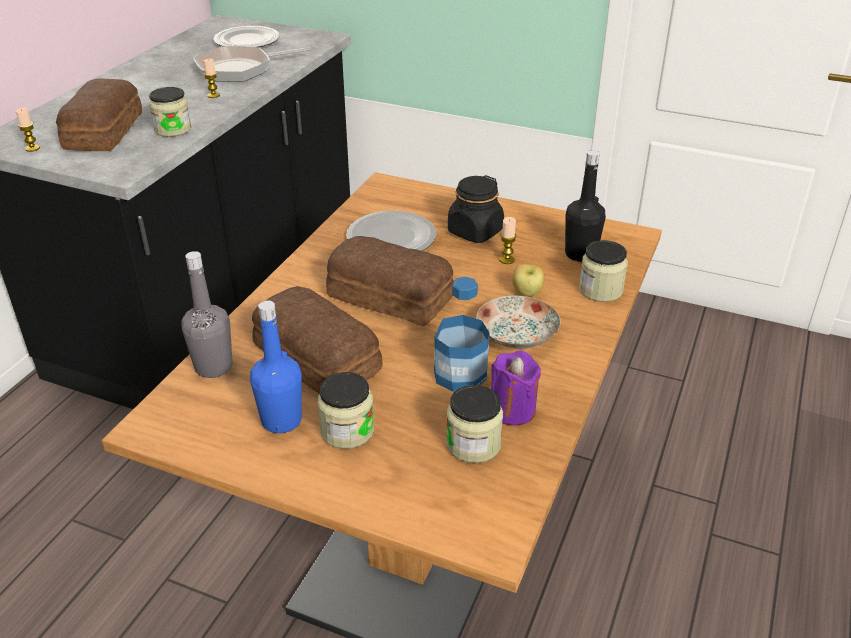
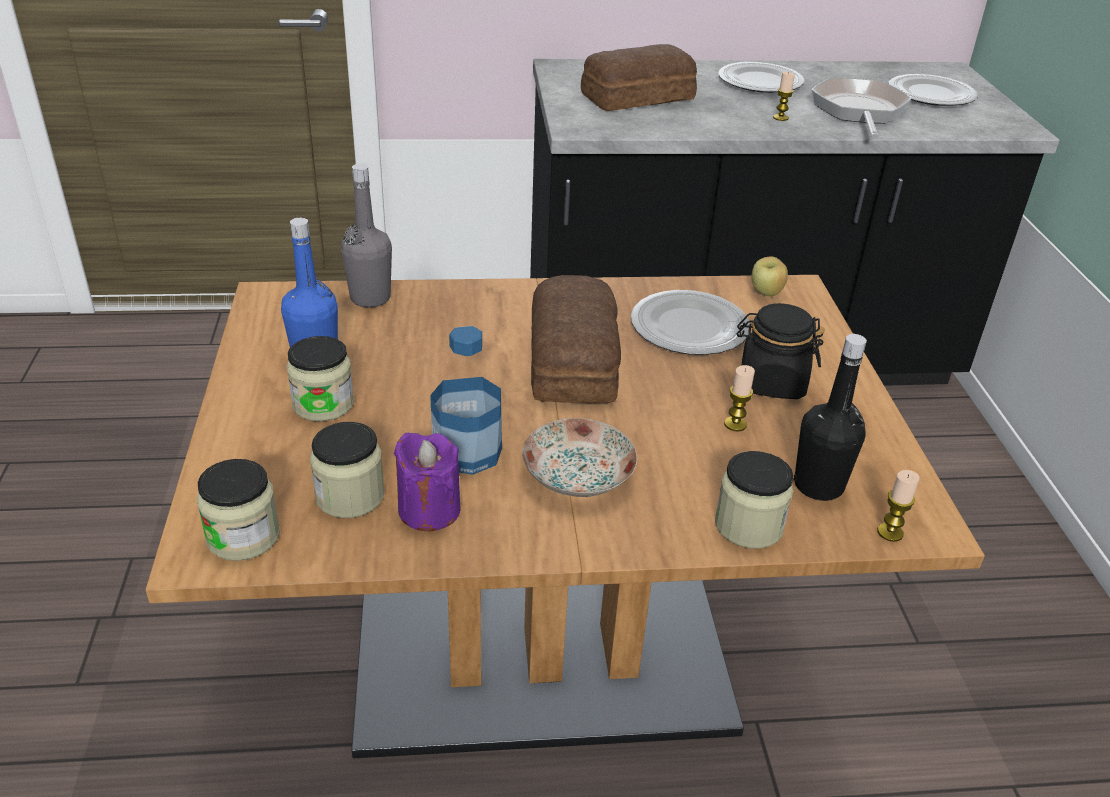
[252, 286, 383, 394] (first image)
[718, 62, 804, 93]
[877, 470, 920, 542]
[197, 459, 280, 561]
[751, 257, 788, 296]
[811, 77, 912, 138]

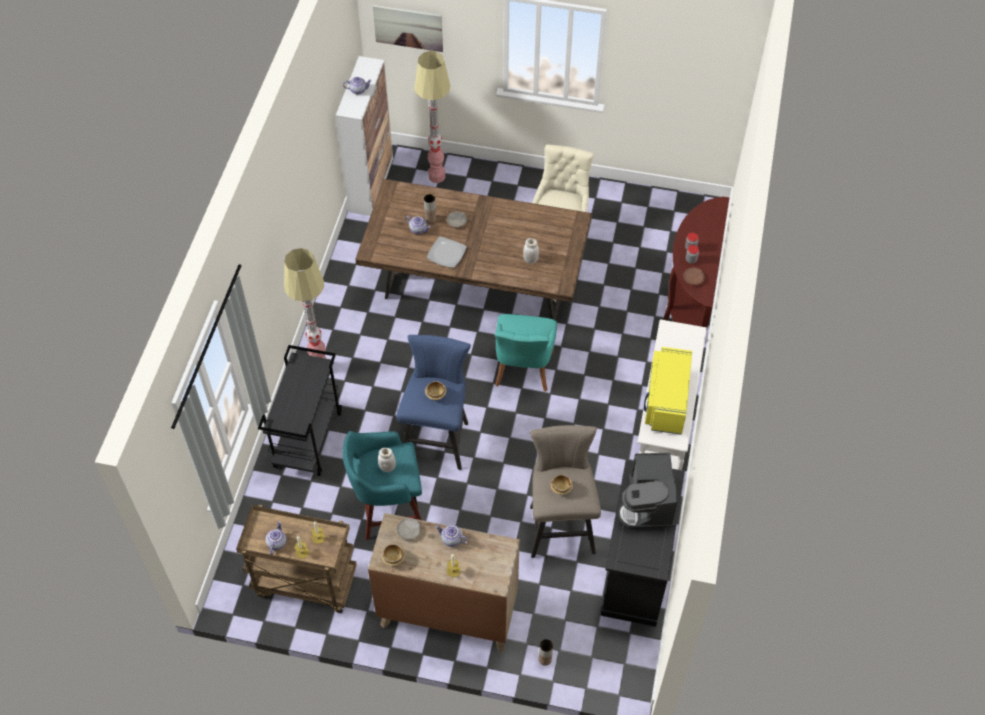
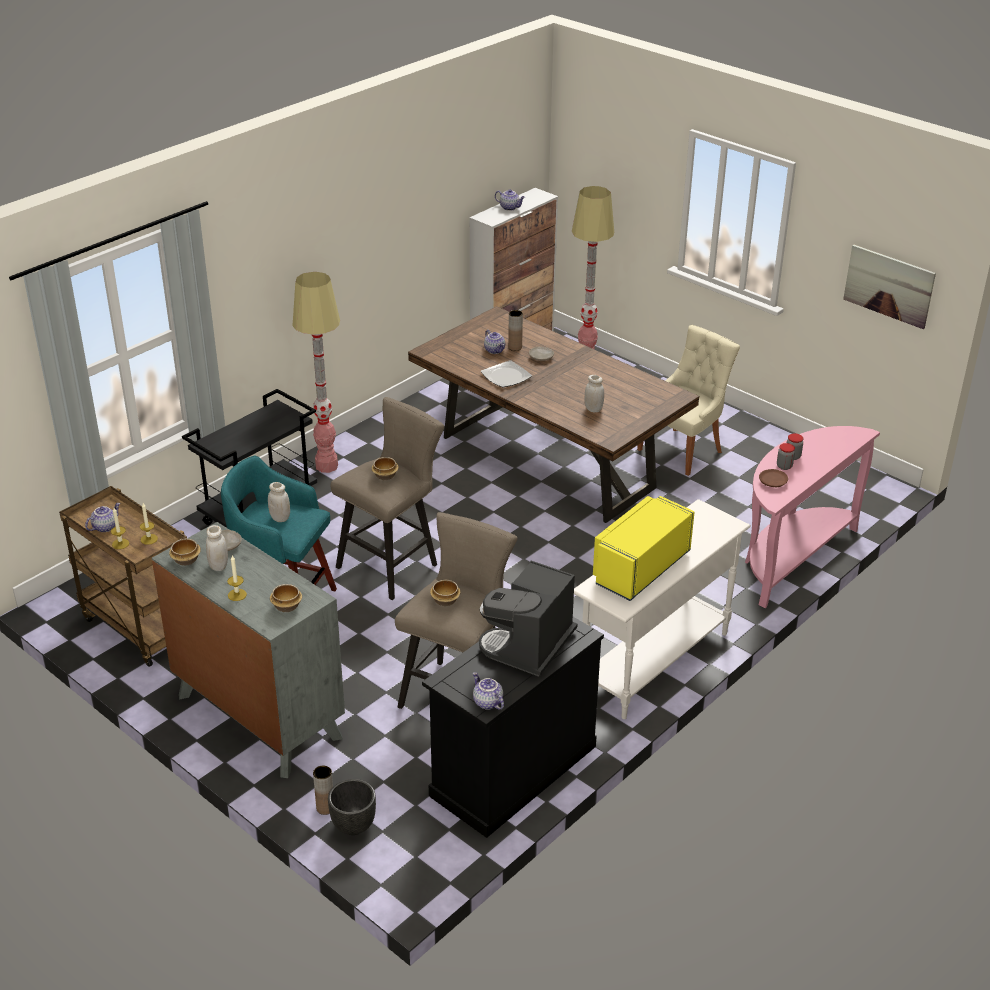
[495, 314, 557, 392] (first image)
[206, 525, 228, 571]
[270, 584, 302, 612]
[328, 779, 376, 835]
[843, 245, 936, 329]
[473, 672, 504, 710]
[152, 522, 345, 778]
[331, 397, 444, 600]
[745, 426, 880, 608]

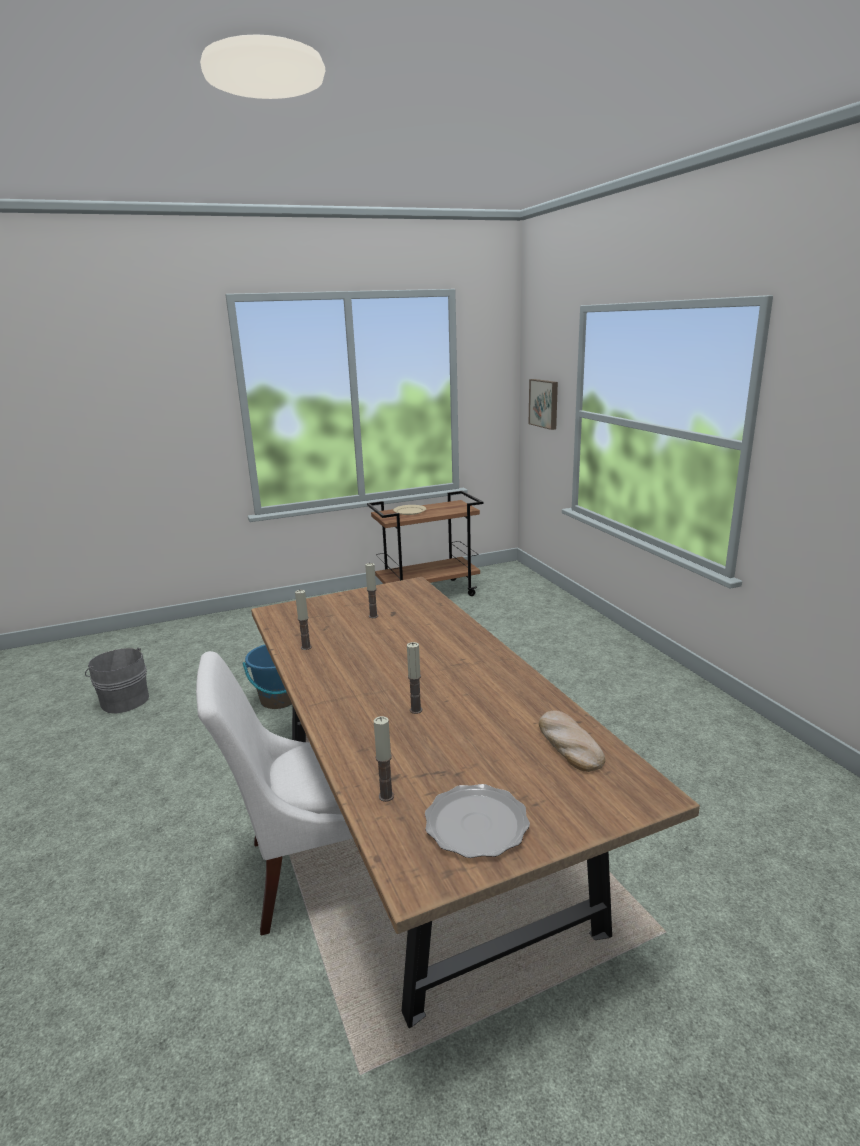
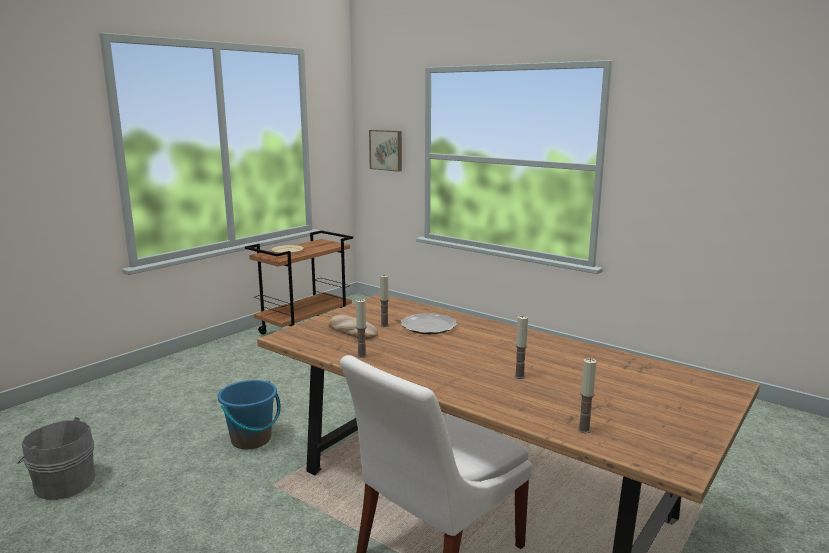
[401, 313, 457, 334]
[328, 314, 378, 339]

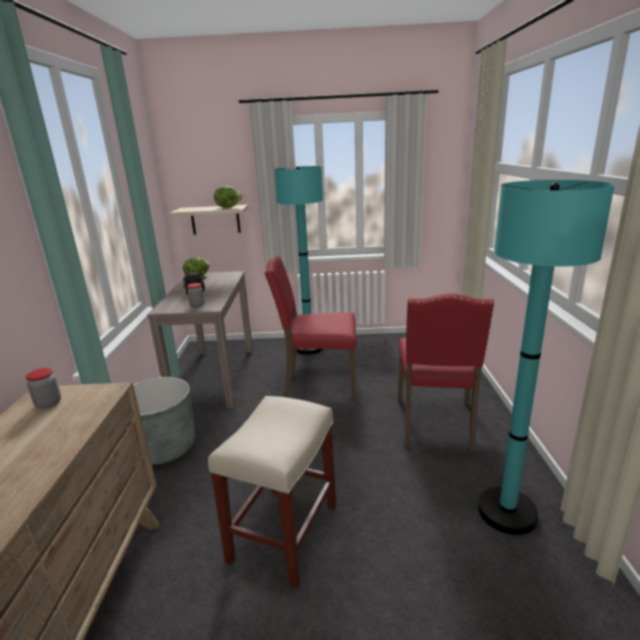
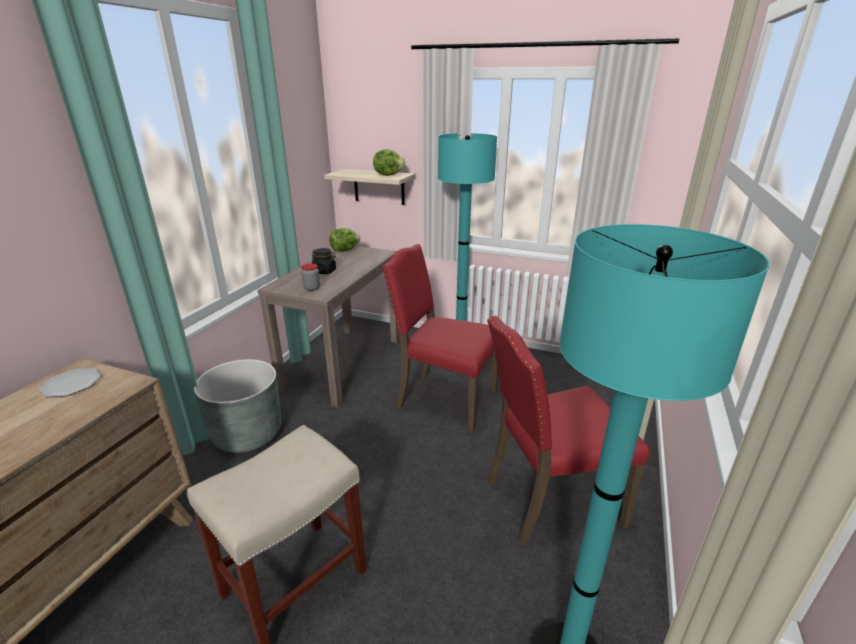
[39, 368, 101, 397]
[487, 316, 650, 546]

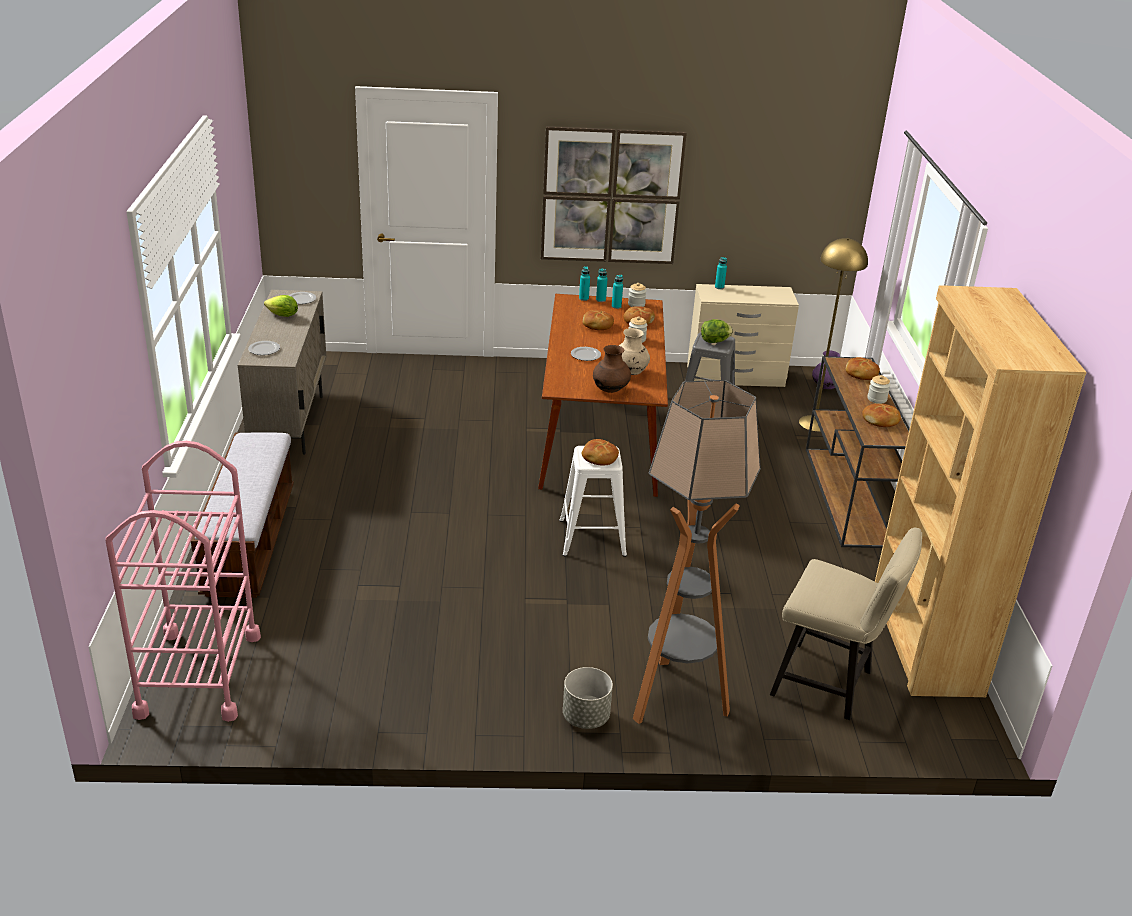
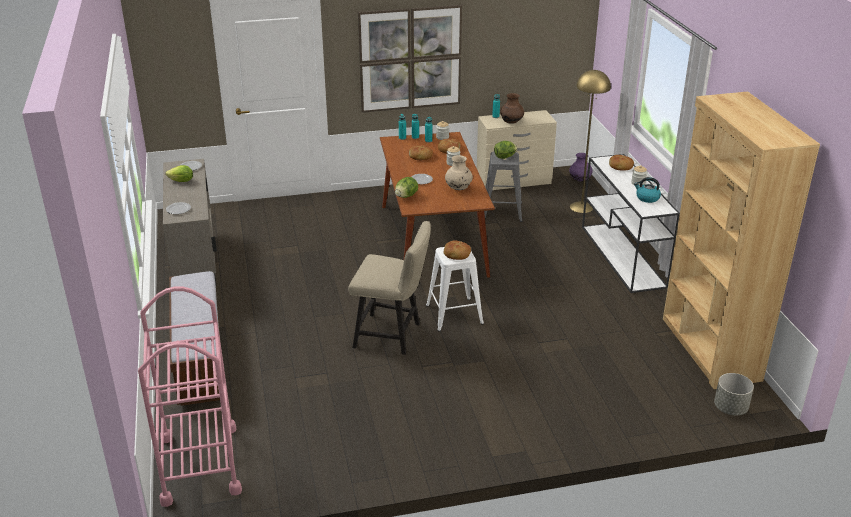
[633, 380, 761, 724] (first image)
[395, 177, 418, 198]
[714, 373, 754, 415]
[500, 93, 524, 124]
[348, 221, 431, 355]
[634, 177, 661, 203]
[582, 154, 680, 293]

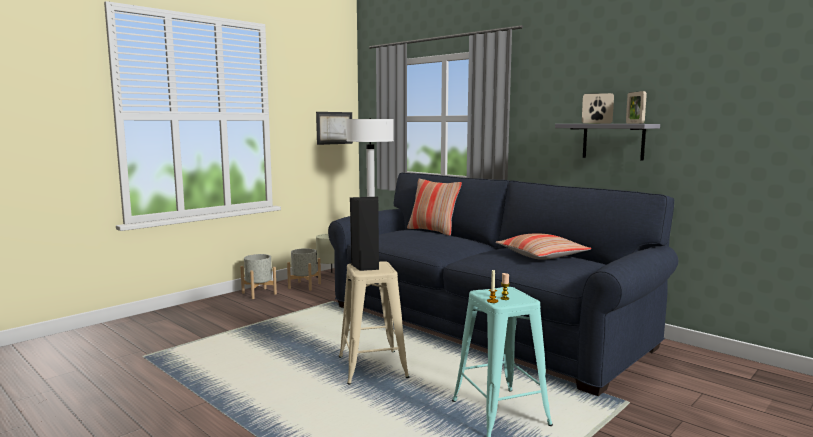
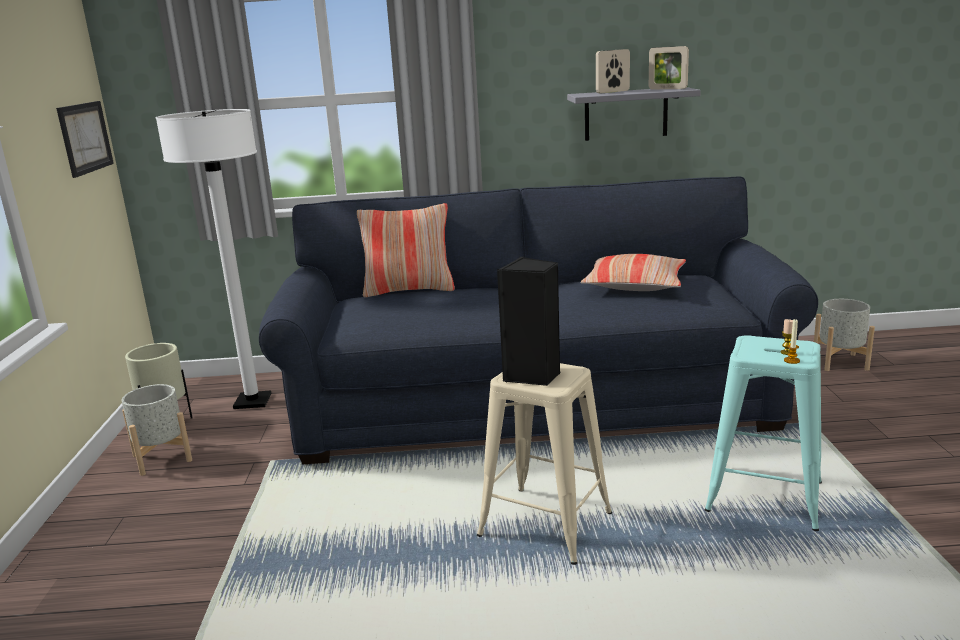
[814, 299, 875, 371]

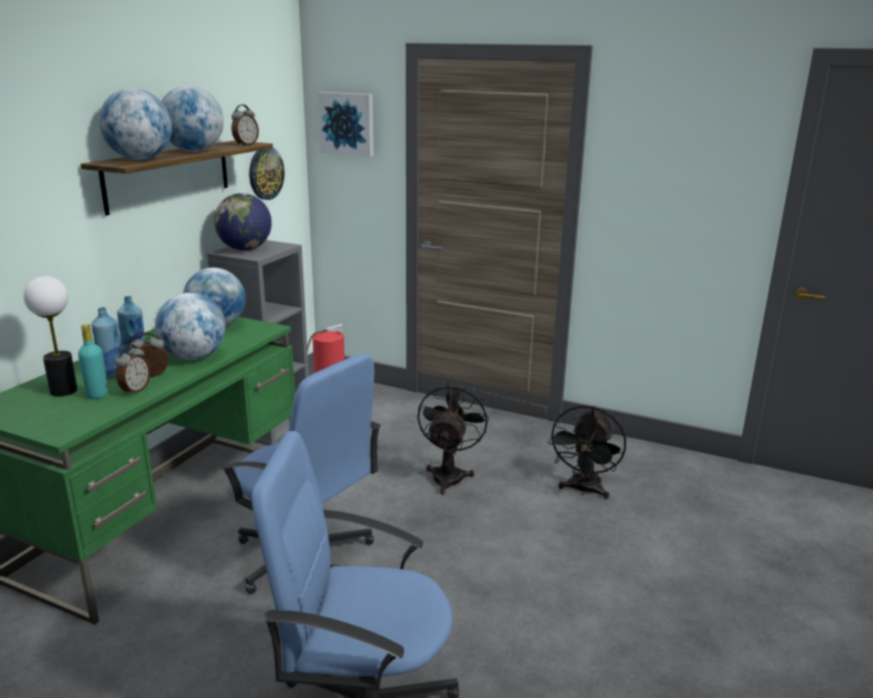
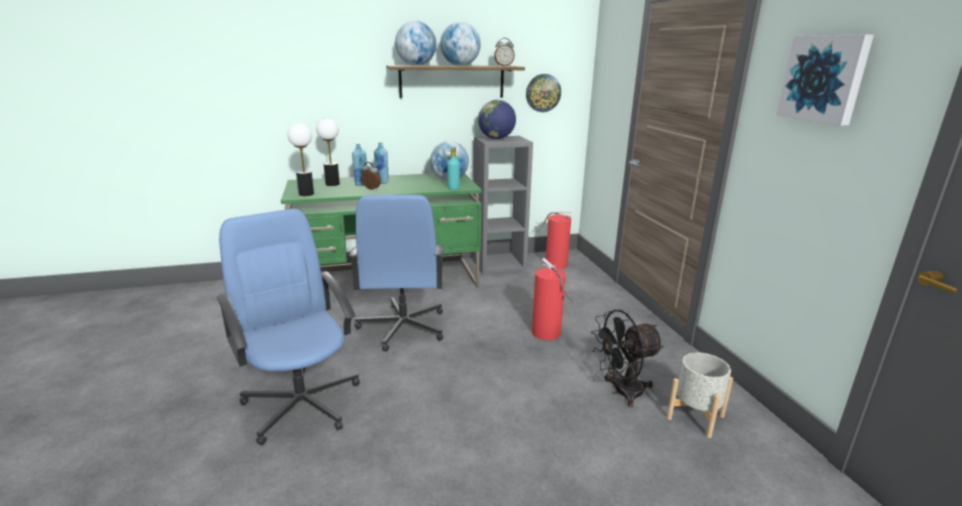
[115, 344, 151, 396] (first image)
[155, 293, 225, 360] (first image)
[287, 123, 314, 196]
[667, 352, 733, 438]
[447, 147, 460, 190]
[776, 34, 874, 126]
[532, 258, 575, 340]

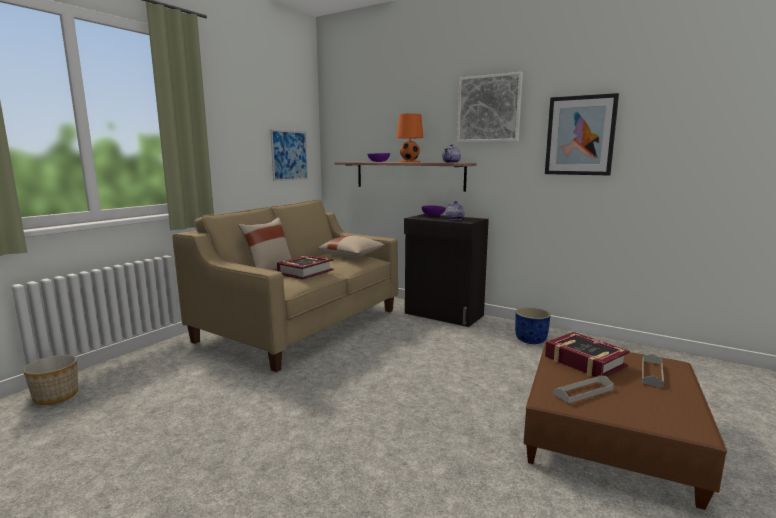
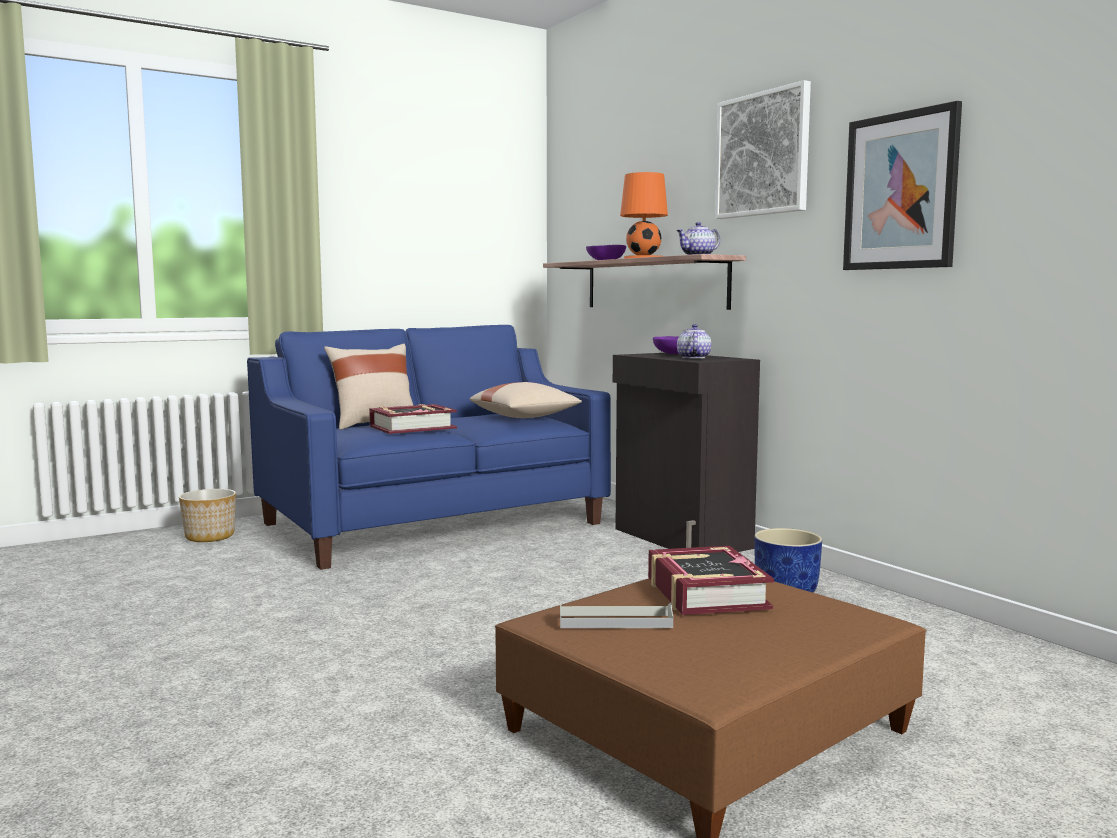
[270, 129, 308, 181] (first image)
[642, 354, 664, 388] (first image)
[179, 489, 236, 542]
[247, 325, 611, 570]

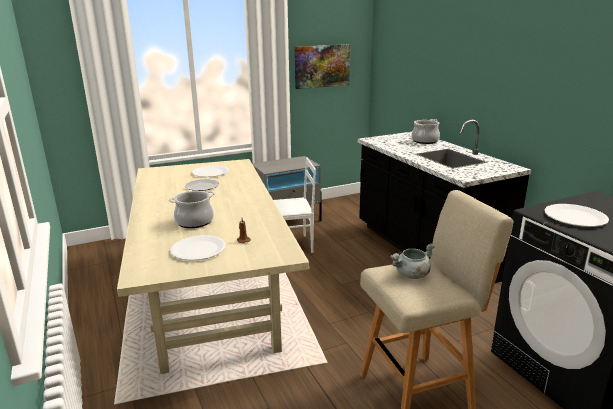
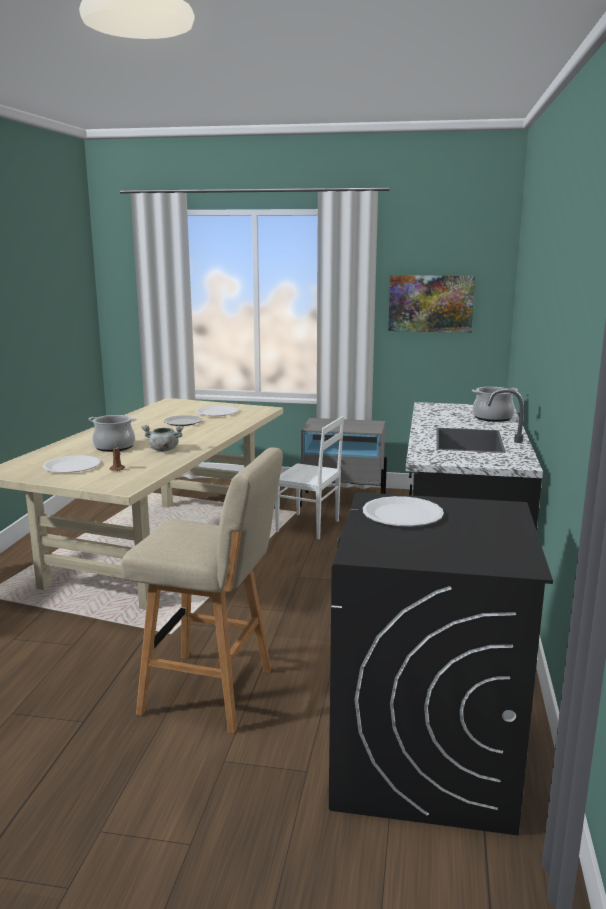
[141, 425, 184, 451]

